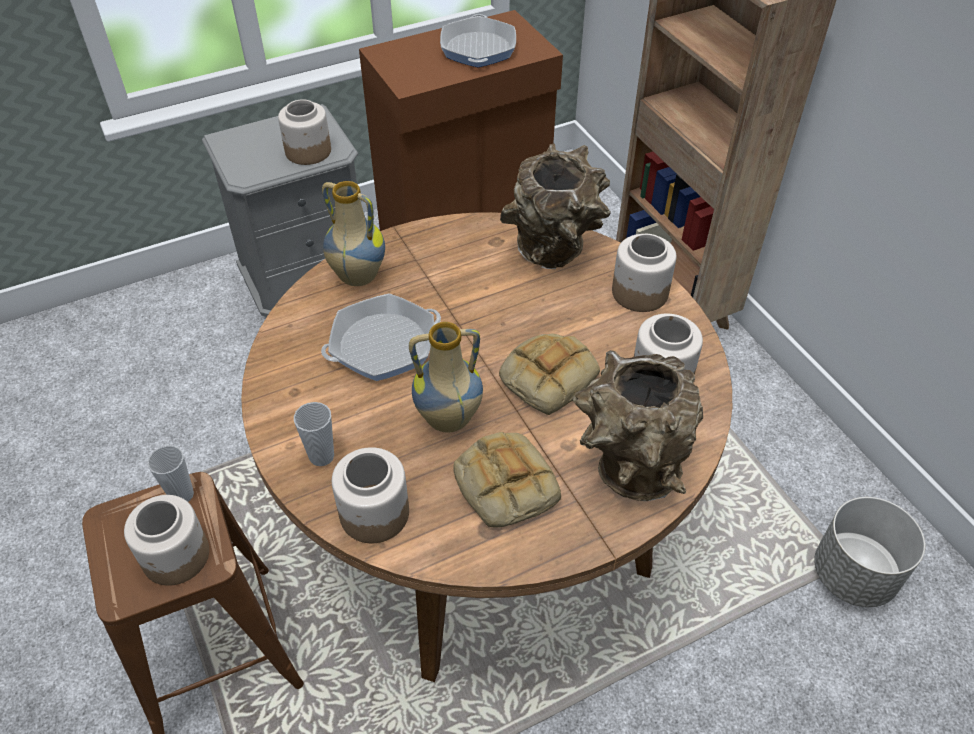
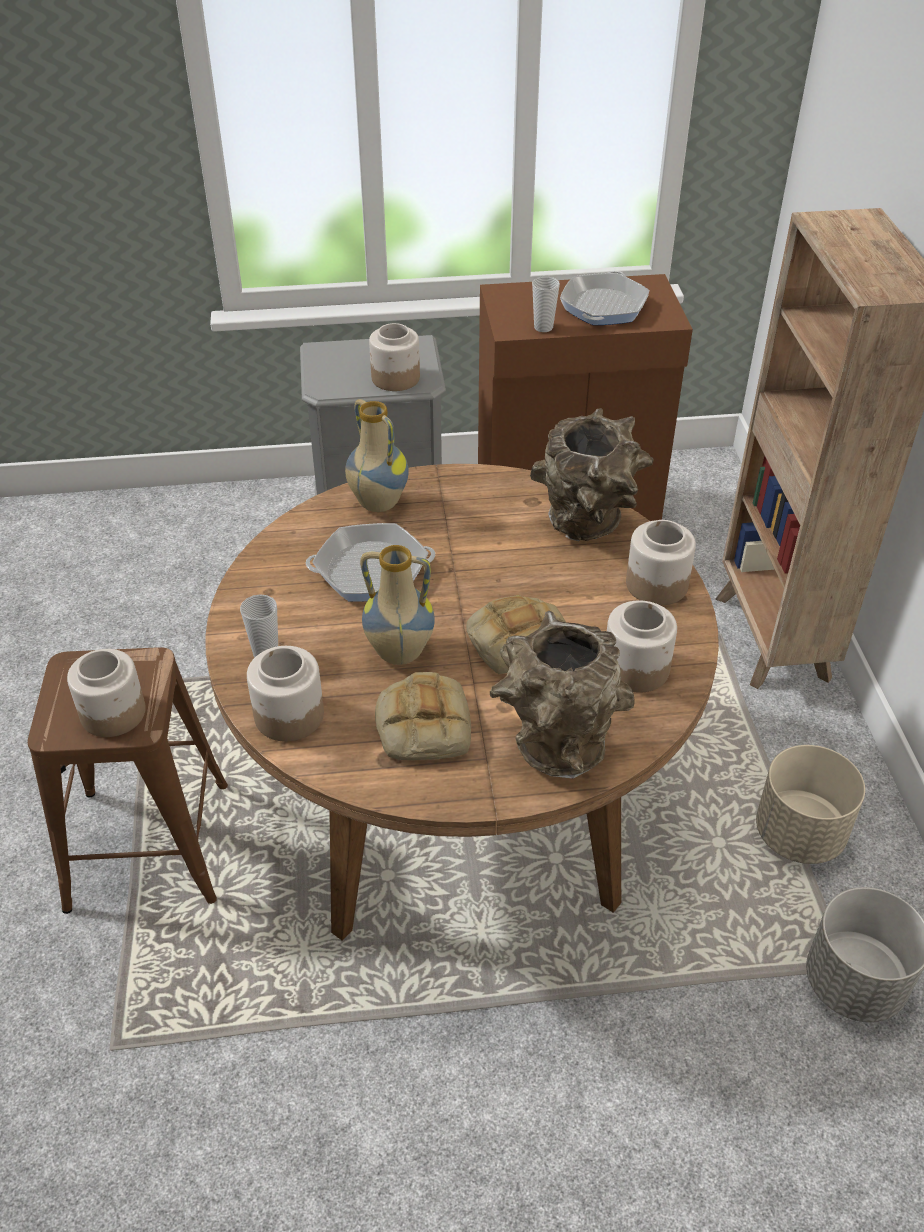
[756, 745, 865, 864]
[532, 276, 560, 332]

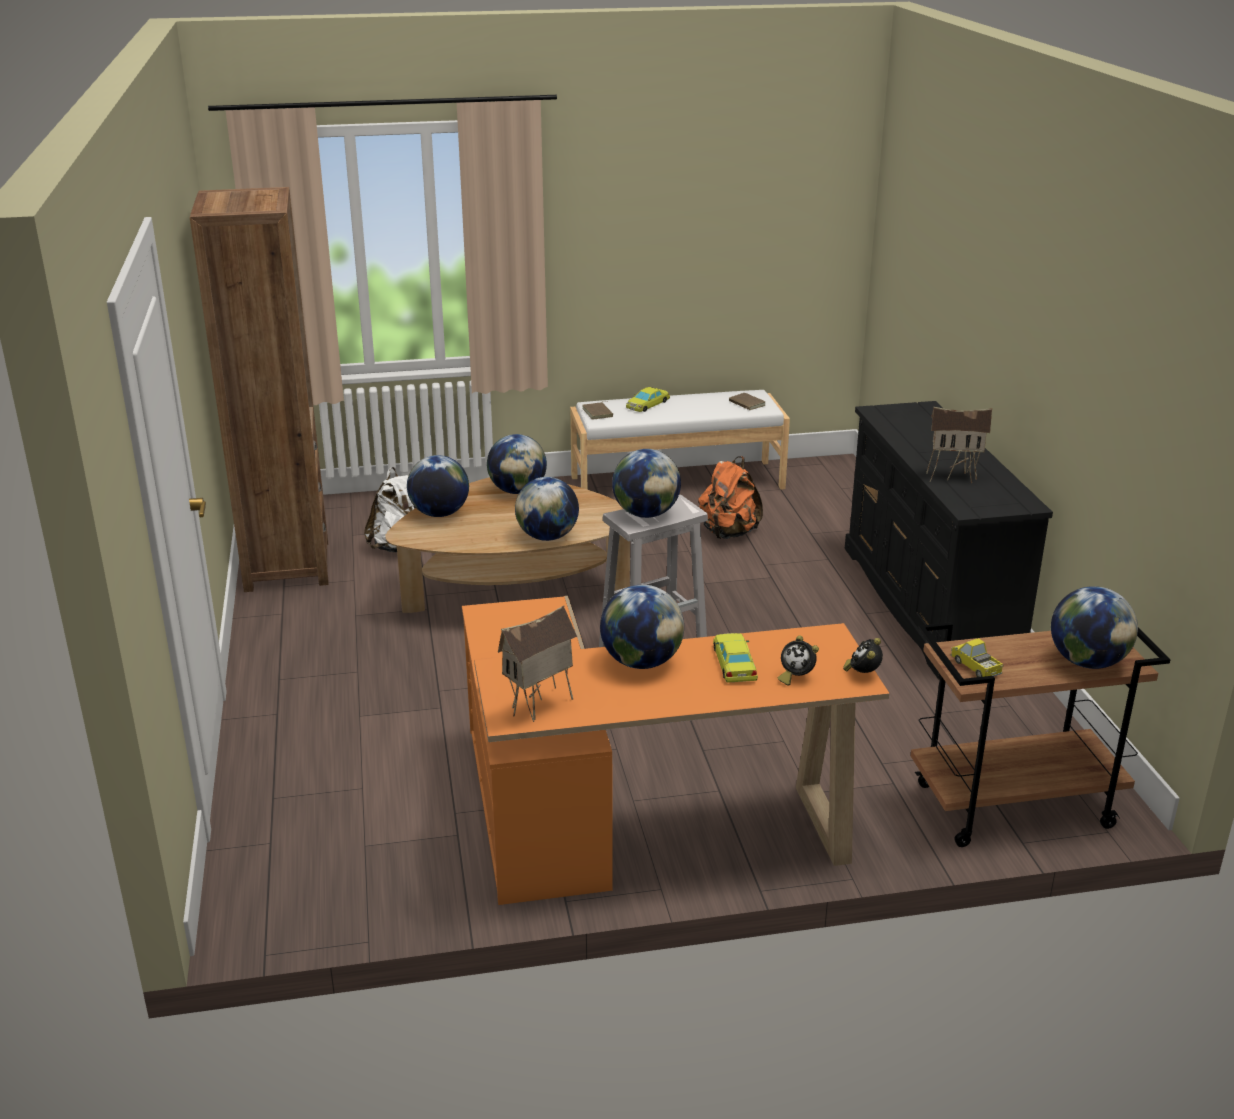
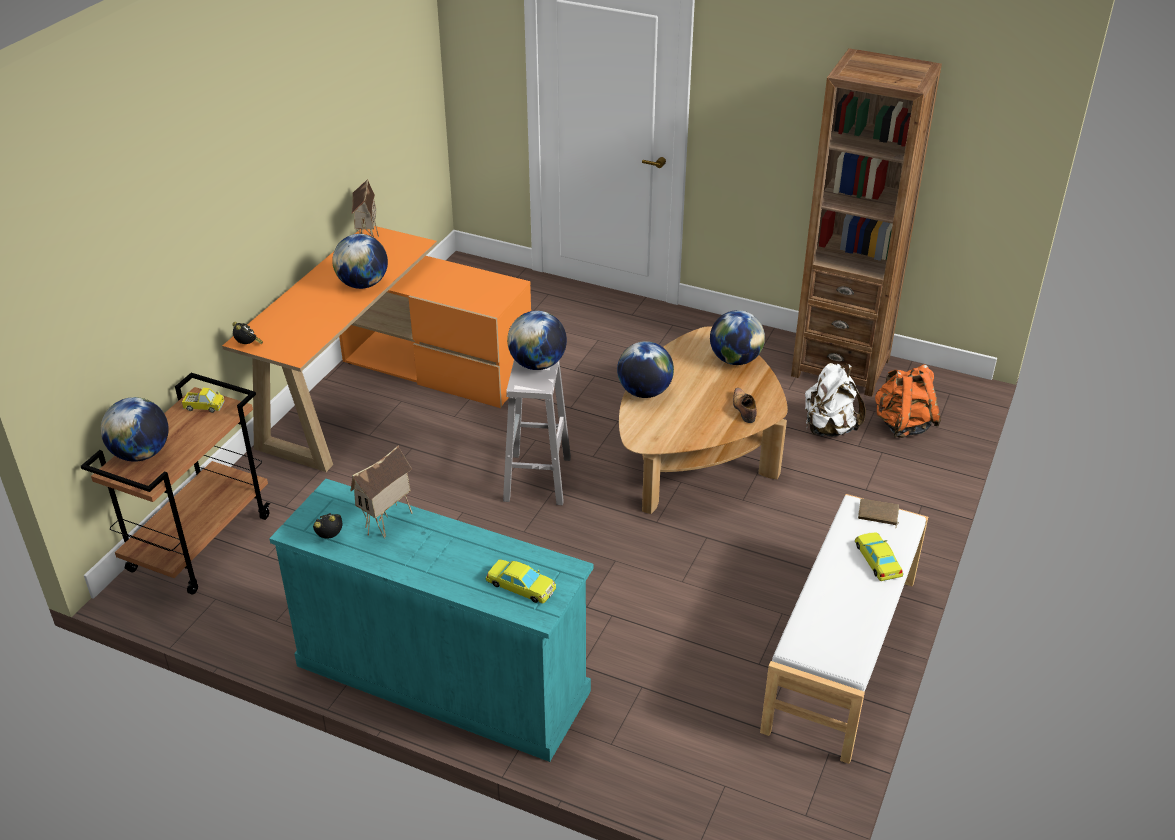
[729, 393, 766, 410] (first image)
[875, 364, 941, 438]
[486, 559, 556, 604]
[313, 513, 342, 539]
[733, 388, 757, 423]
[269, 479, 594, 762]

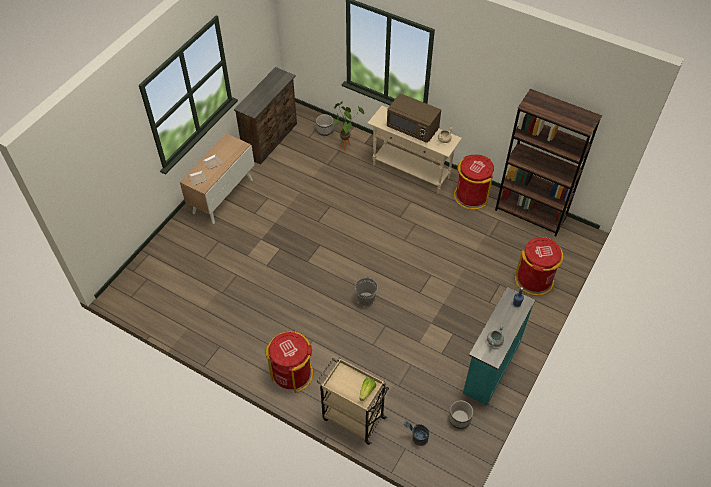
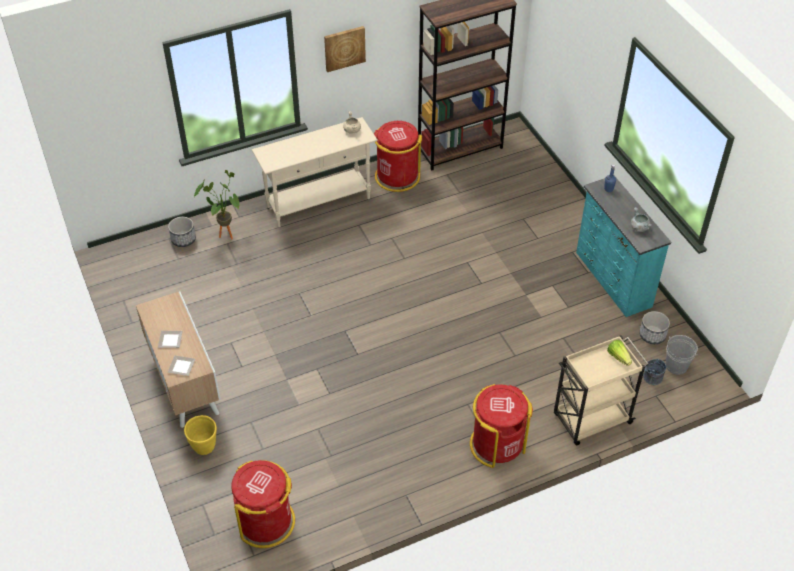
[234, 67, 297, 165] (first image)
[387, 93, 441, 143] (first image)
[184, 415, 217, 455]
[324, 26, 366, 72]
[665, 335, 698, 375]
[231, 460, 295, 548]

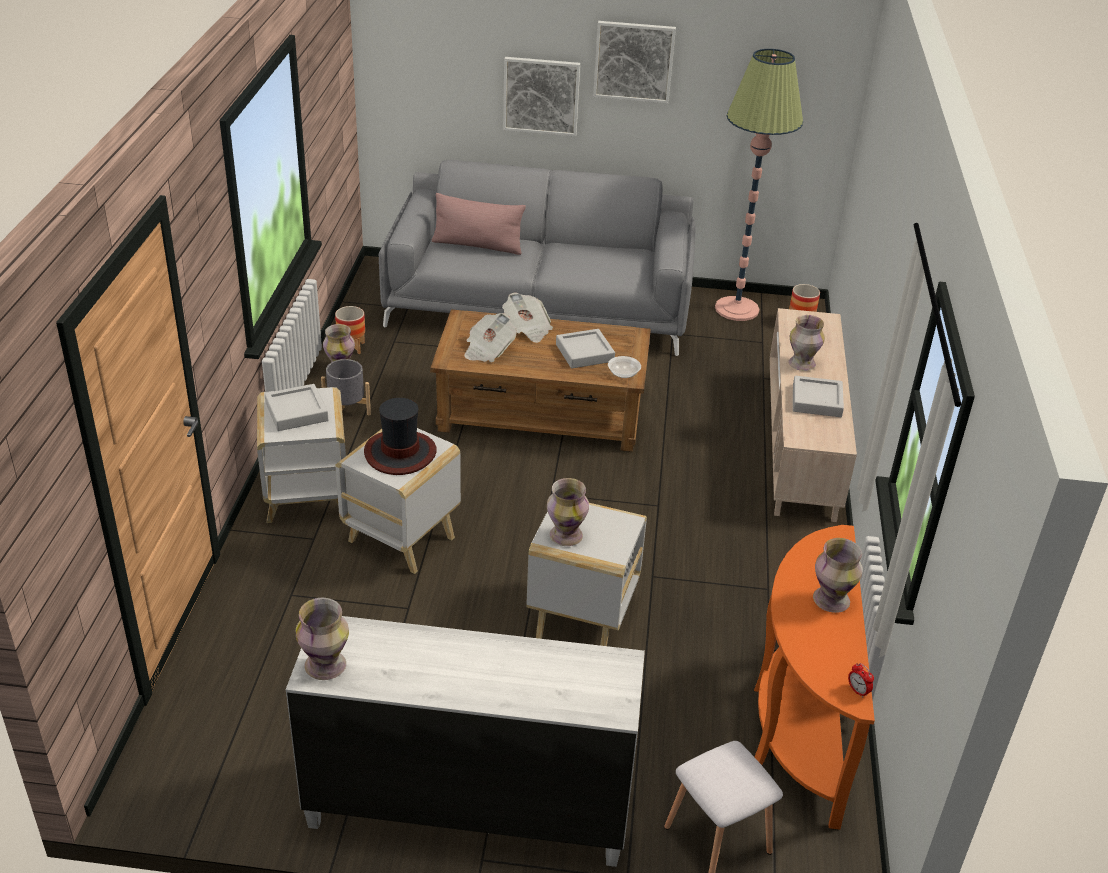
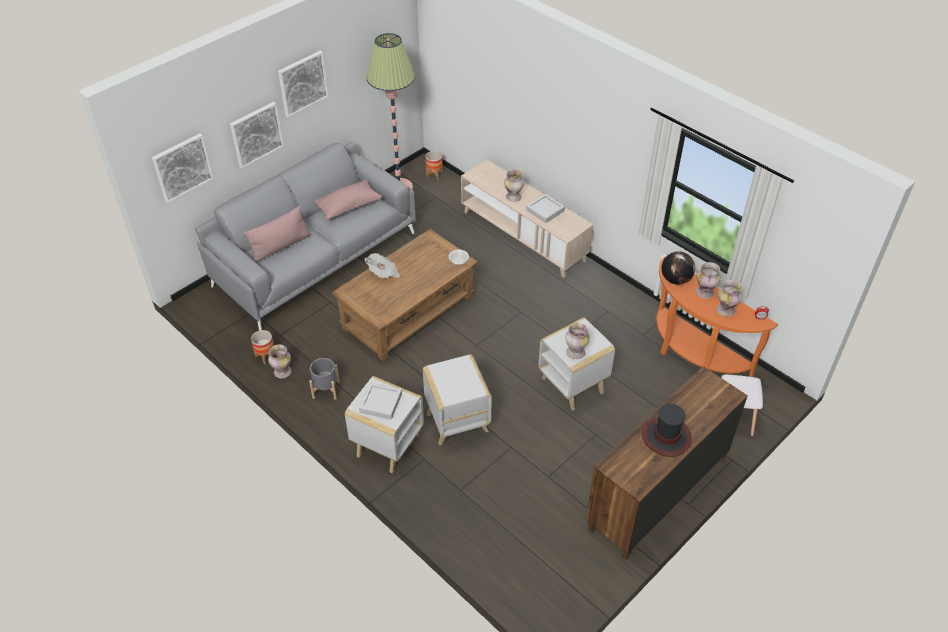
[464, 313, 517, 362] (first image)
[556, 329, 615, 368] (first image)
[152, 134, 213, 203]
[315, 180, 382, 220]
[662, 251, 695, 285]
[716, 280, 742, 317]
[642, 404, 692, 457]
[586, 366, 748, 560]

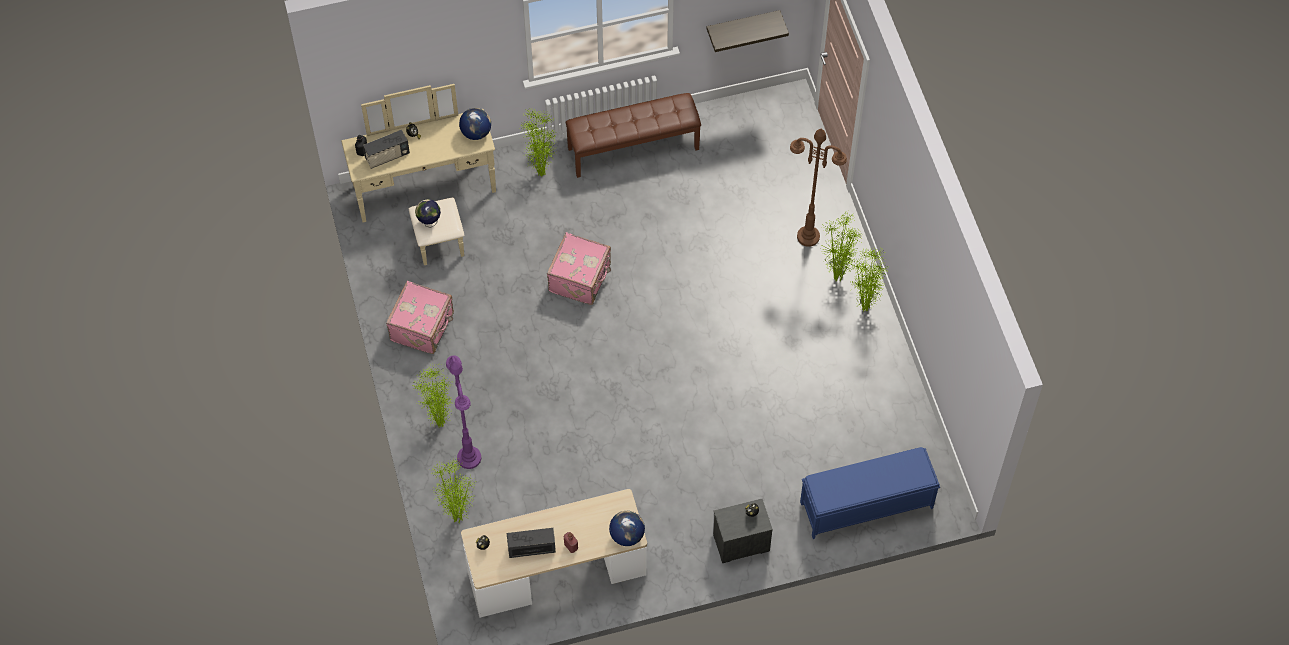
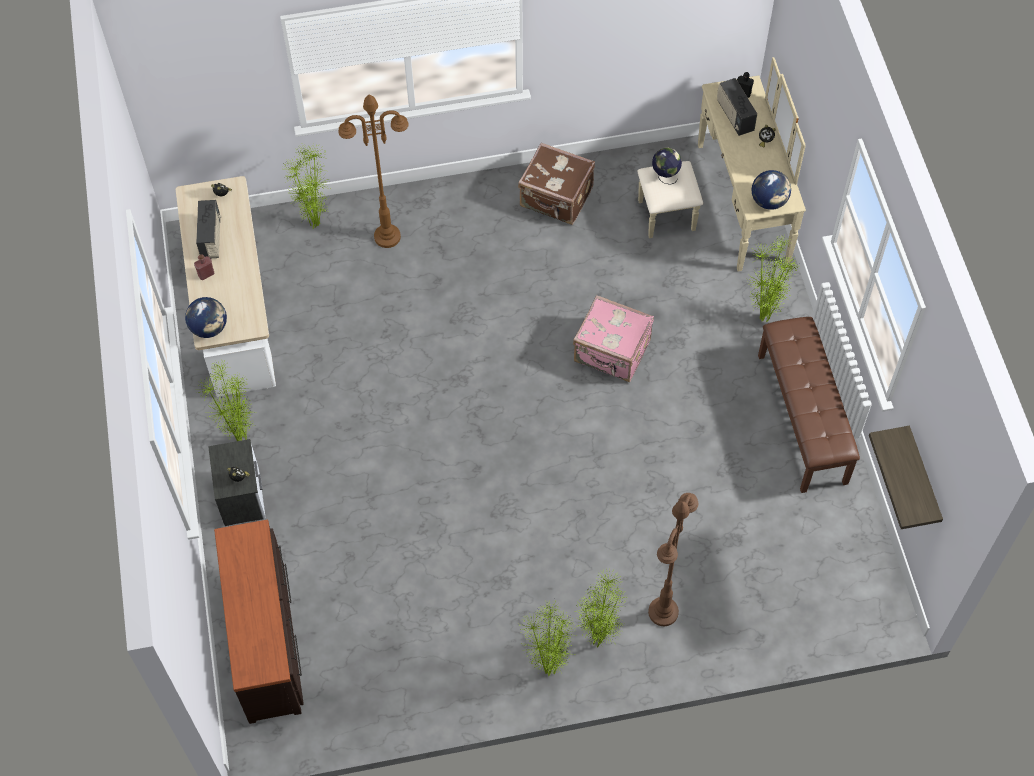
[195, 359, 257, 441]
[214, 520, 304, 724]
[518, 143, 595, 225]
[338, 94, 409, 248]

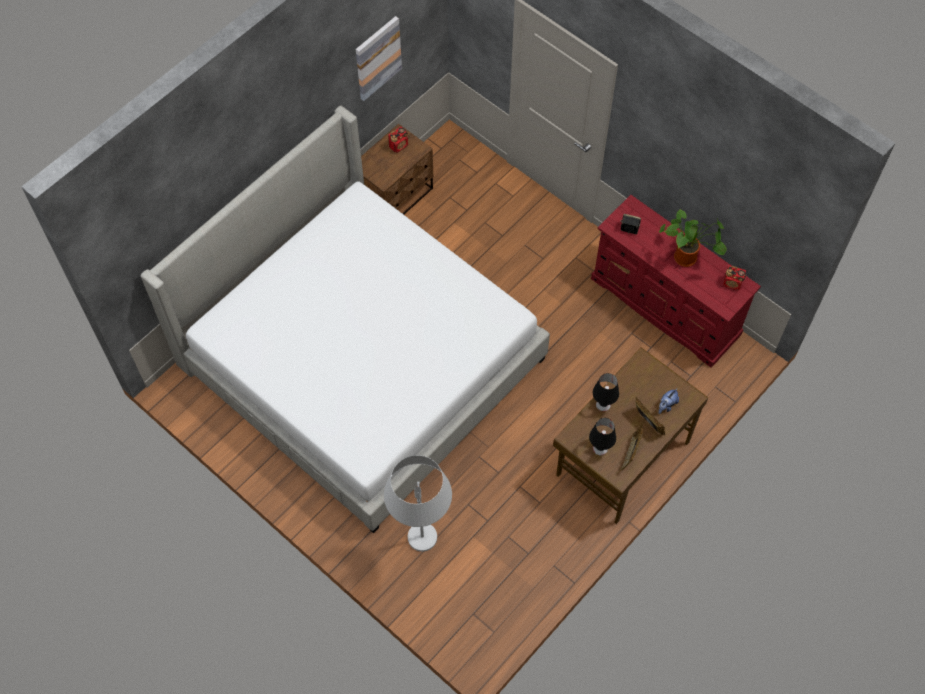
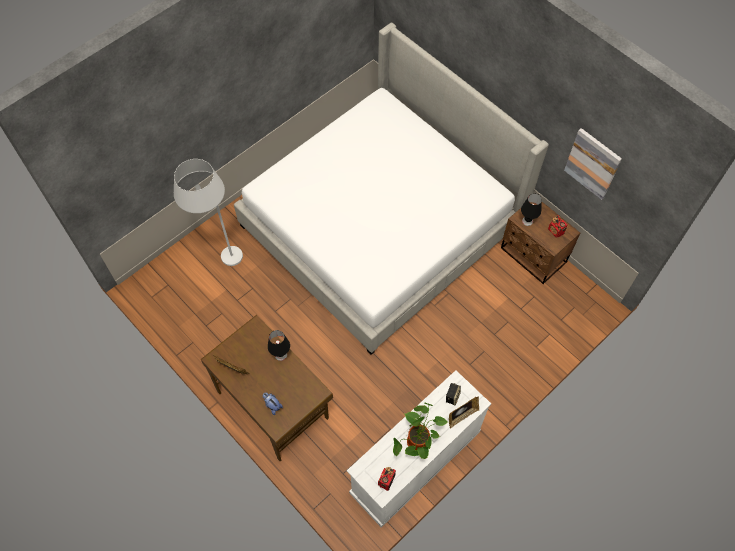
[521, 194, 542, 226]
[449, 397, 479, 429]
[347, 370, 491, 528]

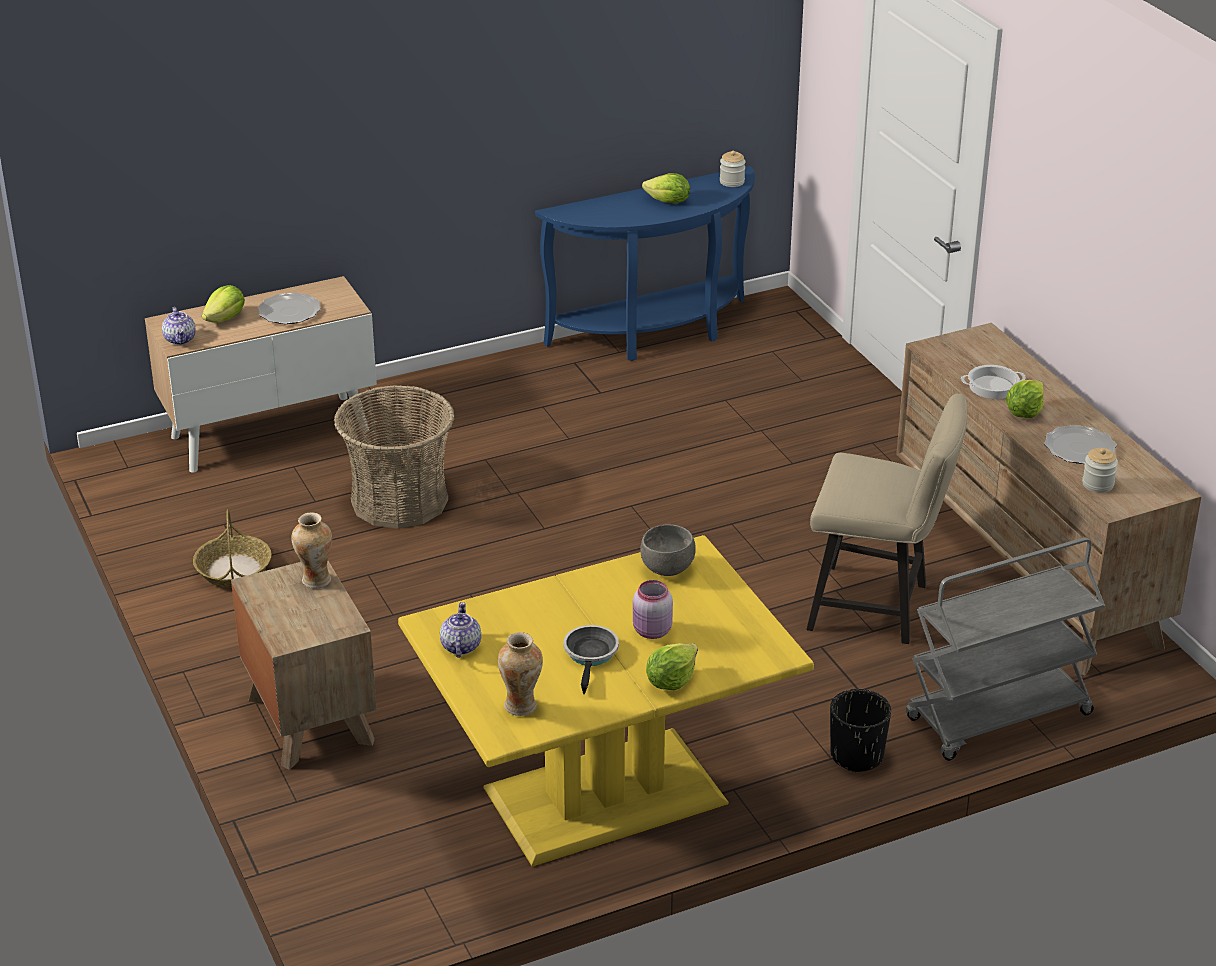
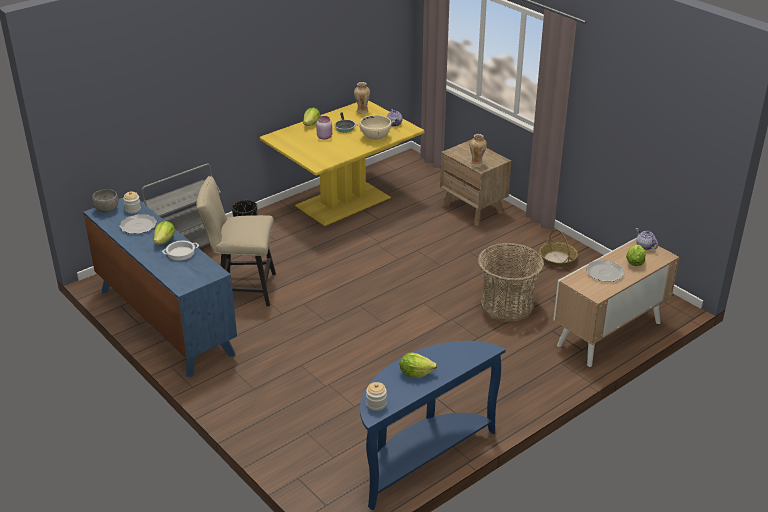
[356, 114, 395, 140]
[92, 189, 119, 213]
[83, 197, 237, 377]

